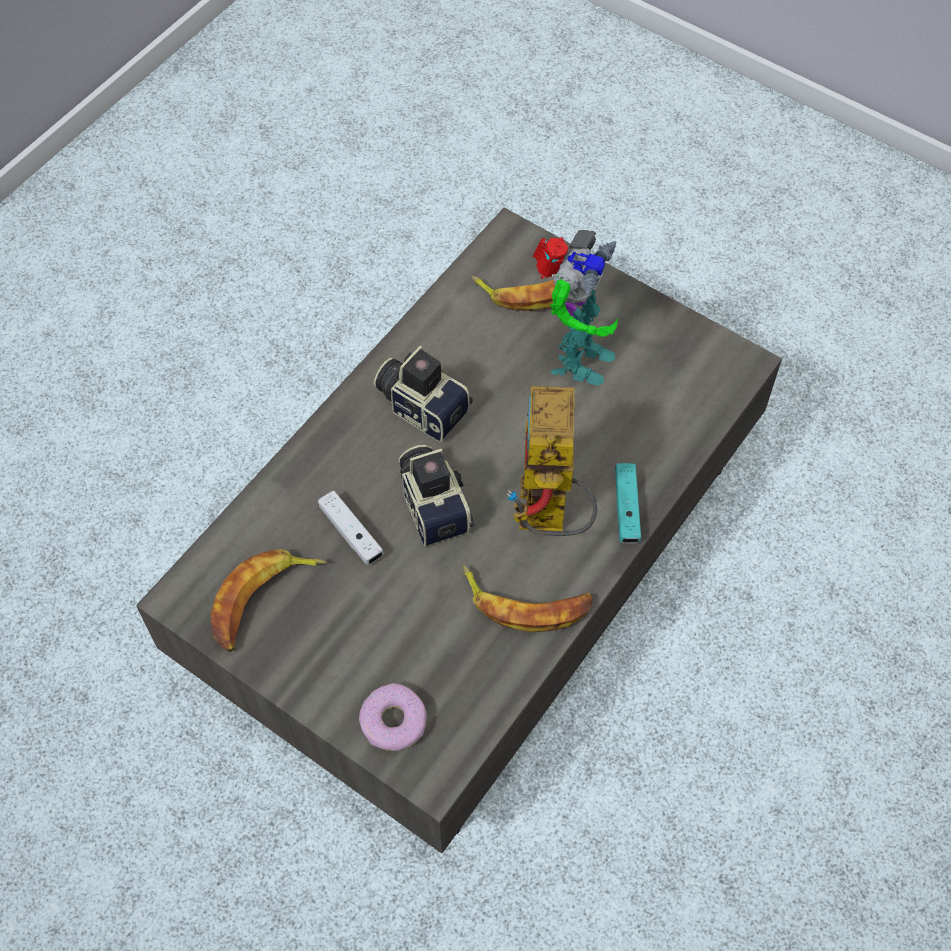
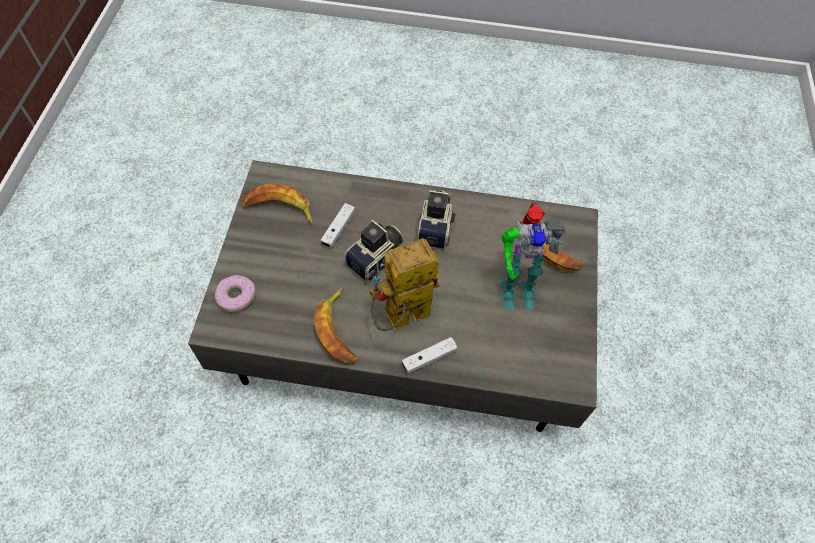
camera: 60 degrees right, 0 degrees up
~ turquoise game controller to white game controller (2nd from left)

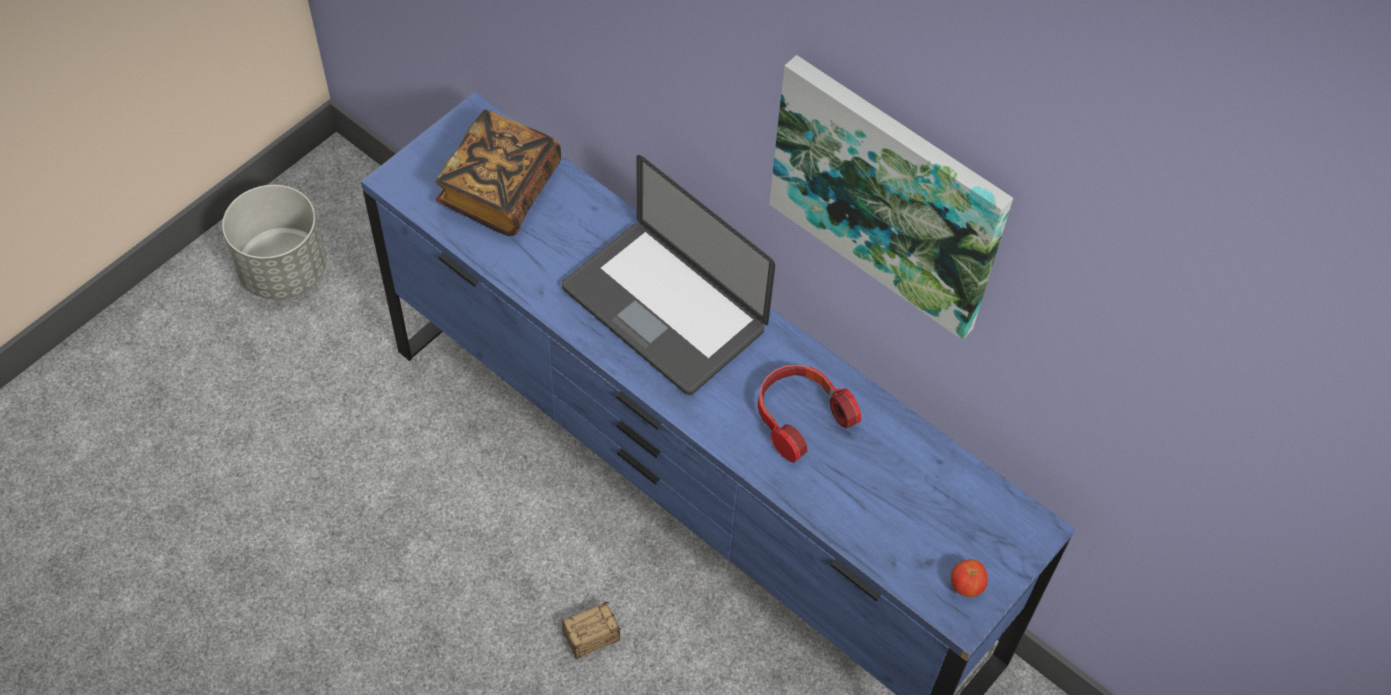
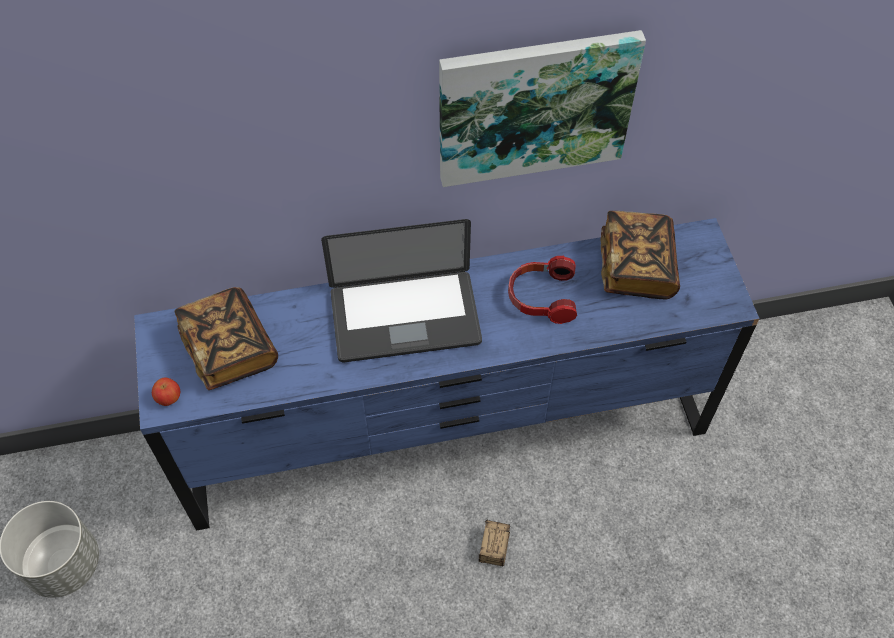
camera: 50 degrees left, 0 degrees up
~ apple
+ book (2nd from left)

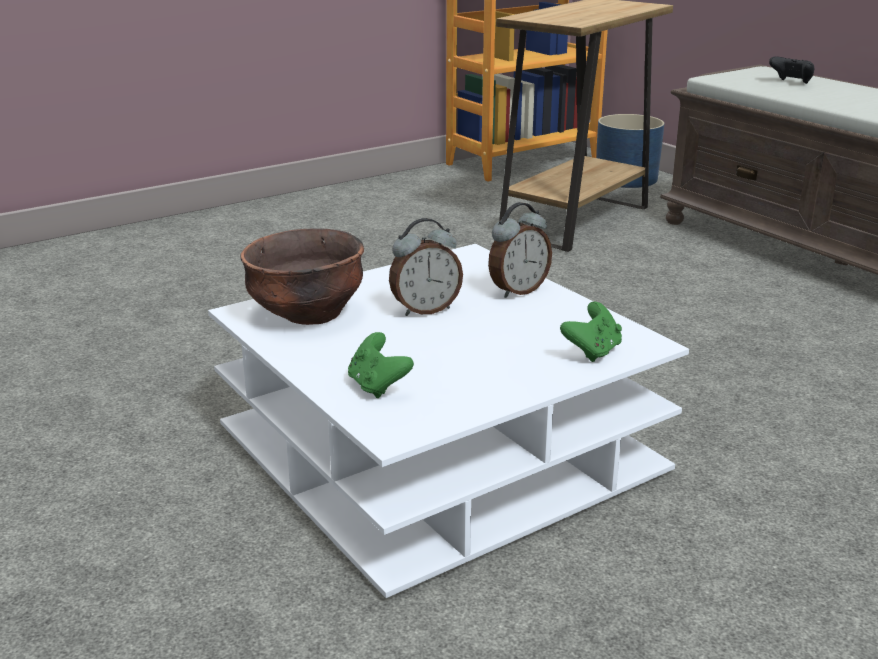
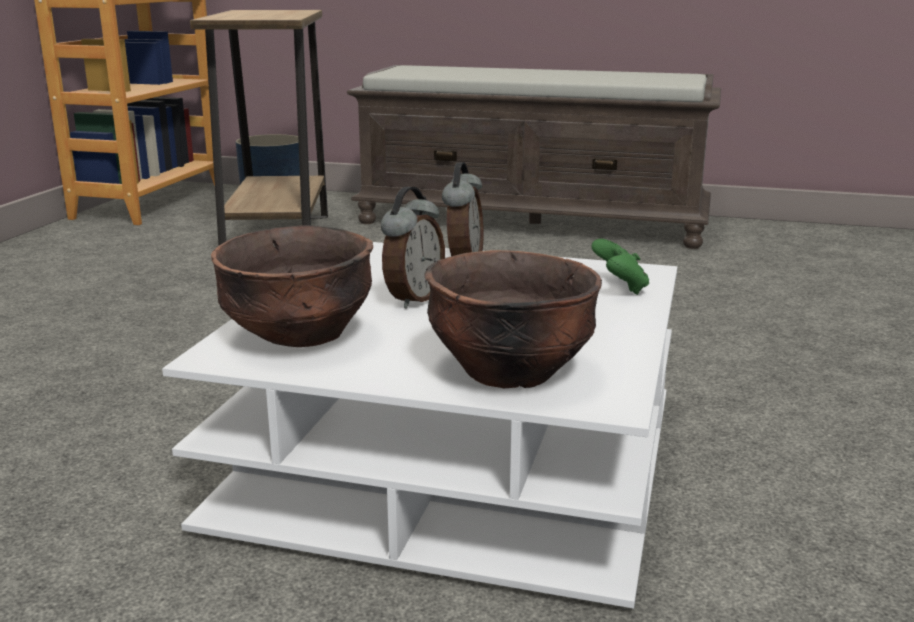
camera: 40 degrees left, 5 degrees down
~ green game controller (1st from left) to brown bowl (2nd from left)
- black game controller

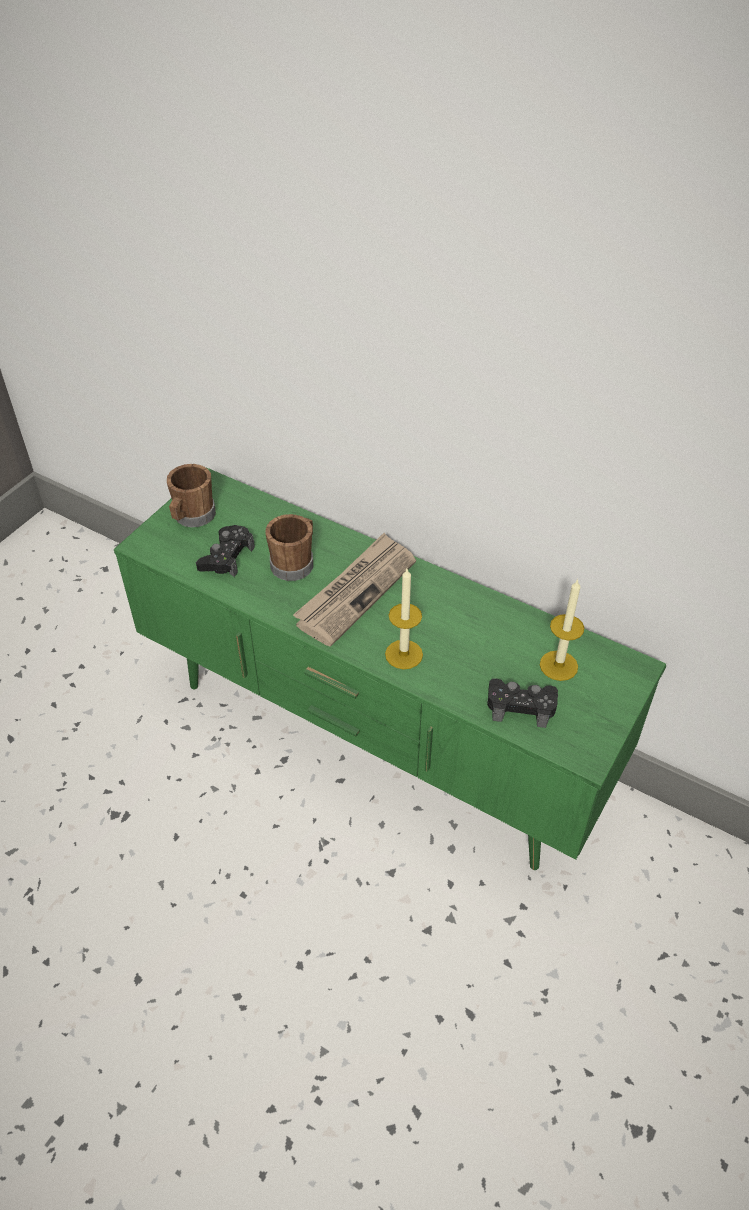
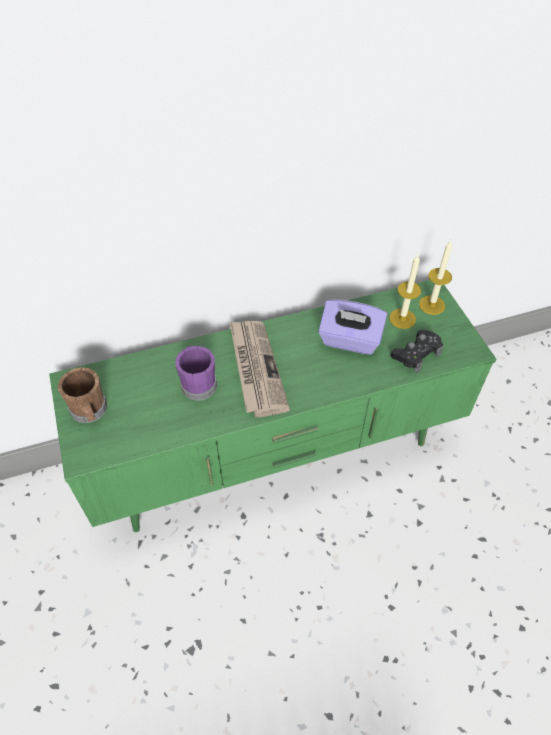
camera: 50 degrees left, 5 degrees up
- black game controller (1st from left)
~ brown mug (2nd from left) to purple mug
~ candle (1st from left in the first image) to candle (2nd from left)
+ purple tissue box

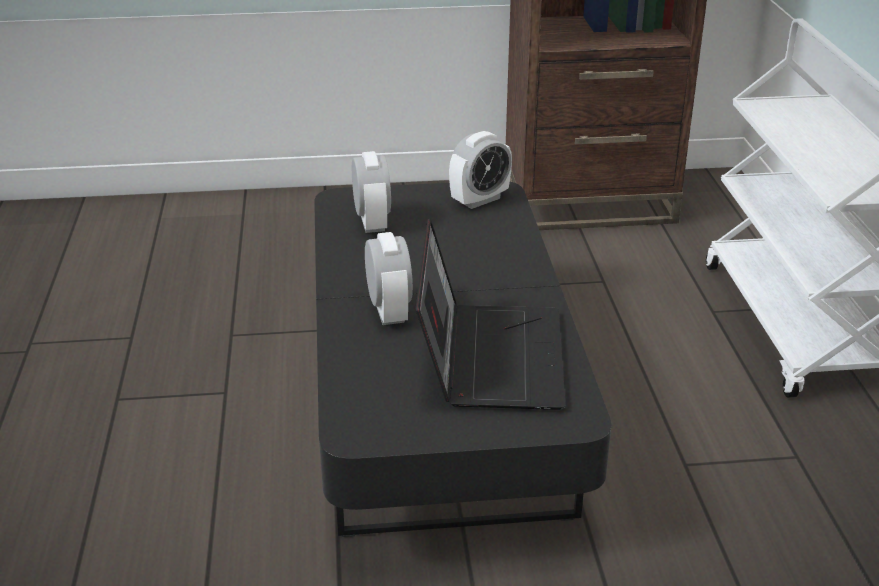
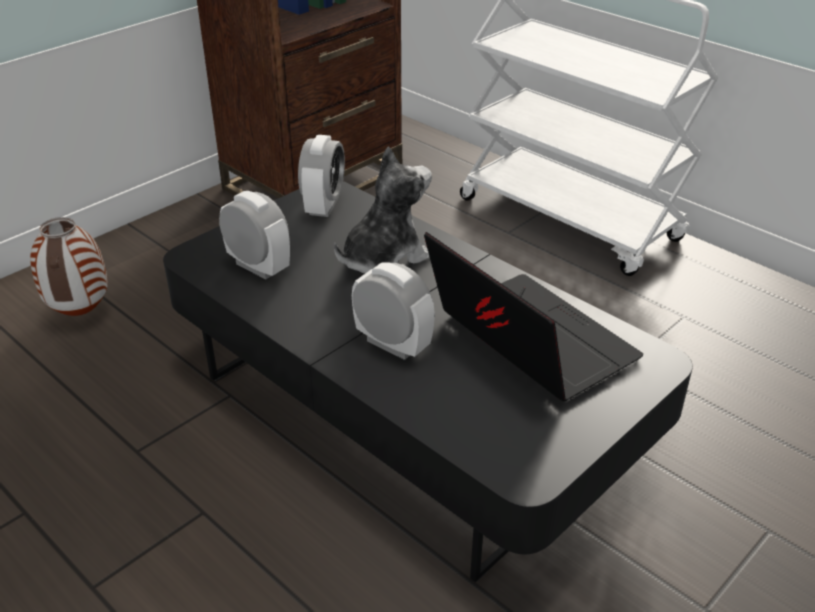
camera: 40 degrees left, 5 degrees up
+ vase
+ plush toy

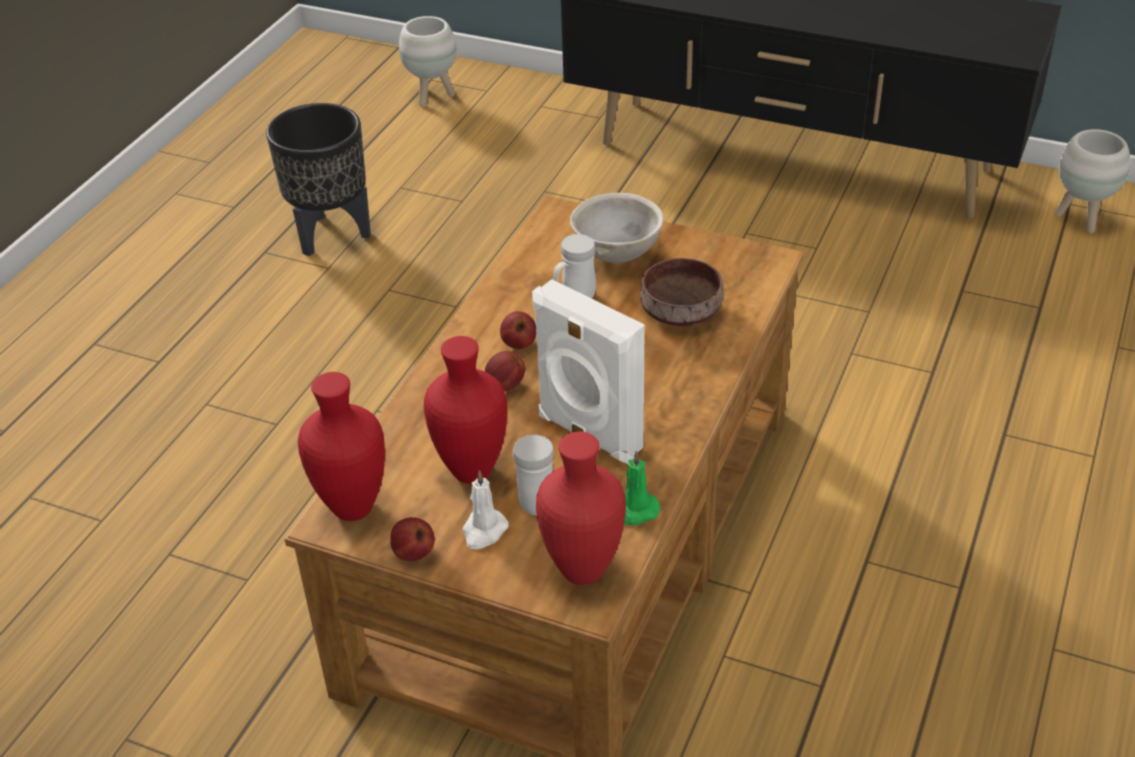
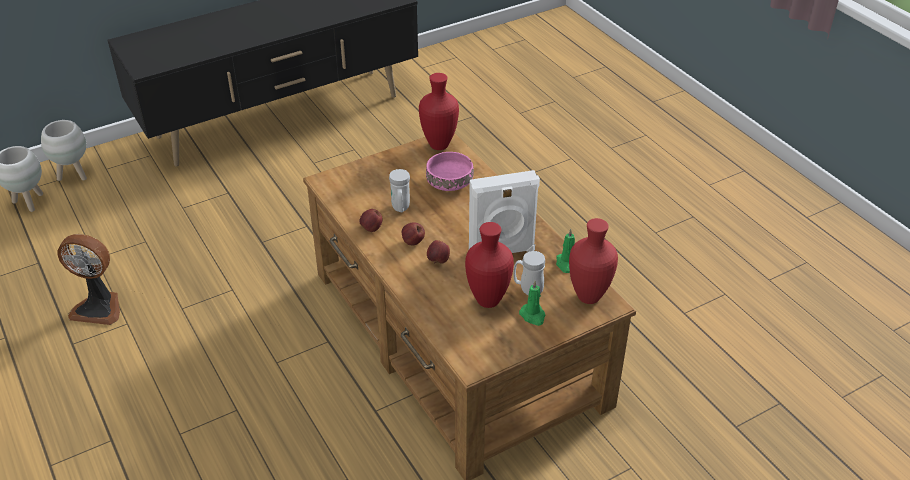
camera: 55 degrees left, 0 degrees up
~ black planter to fan
~ red vase (1st from left)
~ apple (1st from left)
~ white candle to green candle (1st from left)
- grey bowl
~ brown bowl to pink bowl
~ white planter (2nd from left)

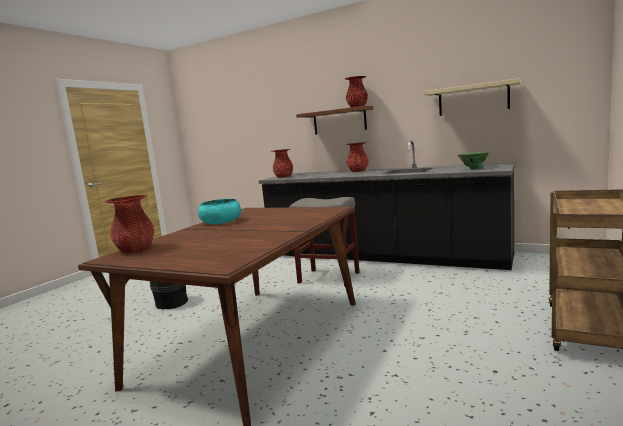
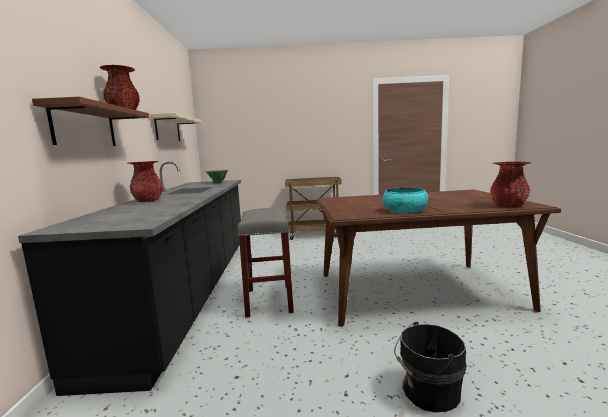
camera: 120 degrees left, 0 degrees up
- red vase (2nd from left)

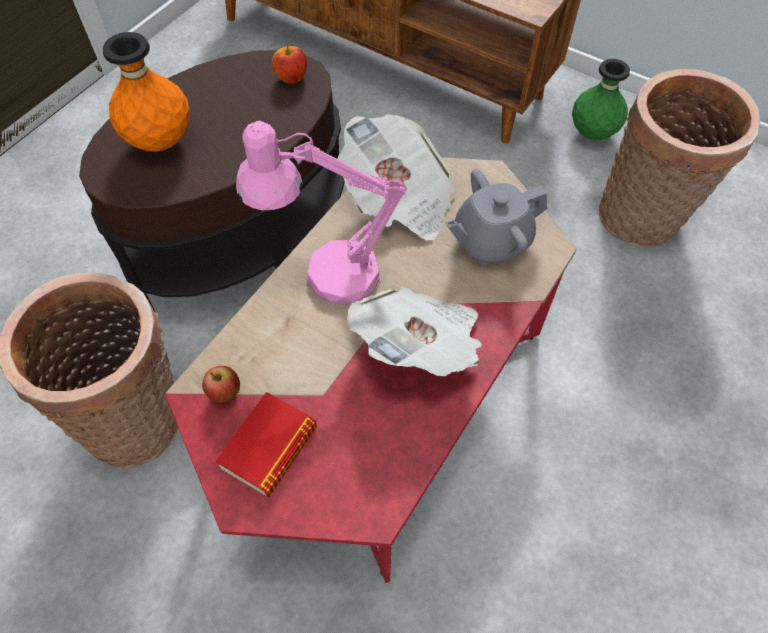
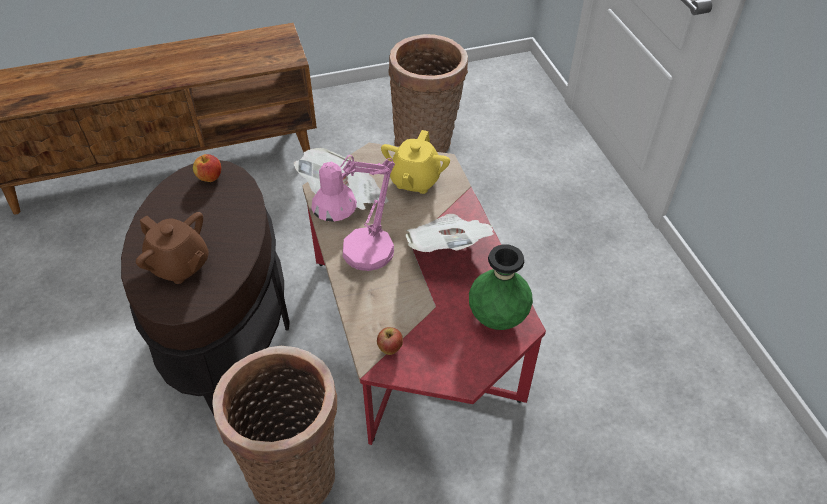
camera: 50 degrees left, 10 degrees down
~ orange vase to brown teapot
- book
~ grey teapot to yellow teapot
~ green vase

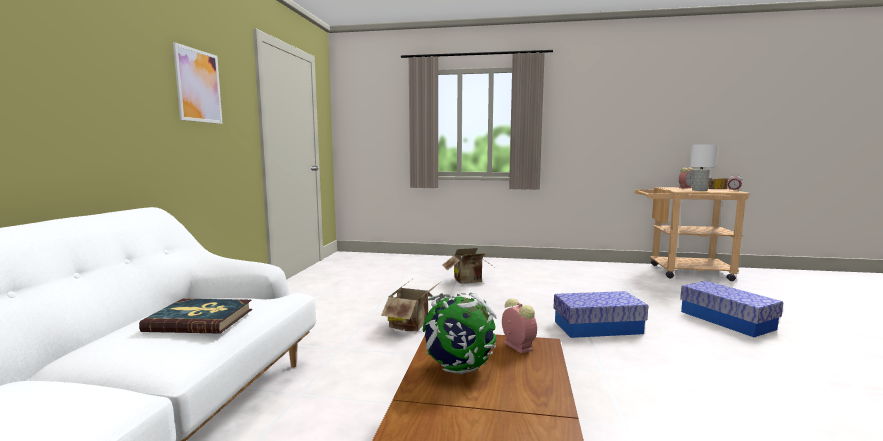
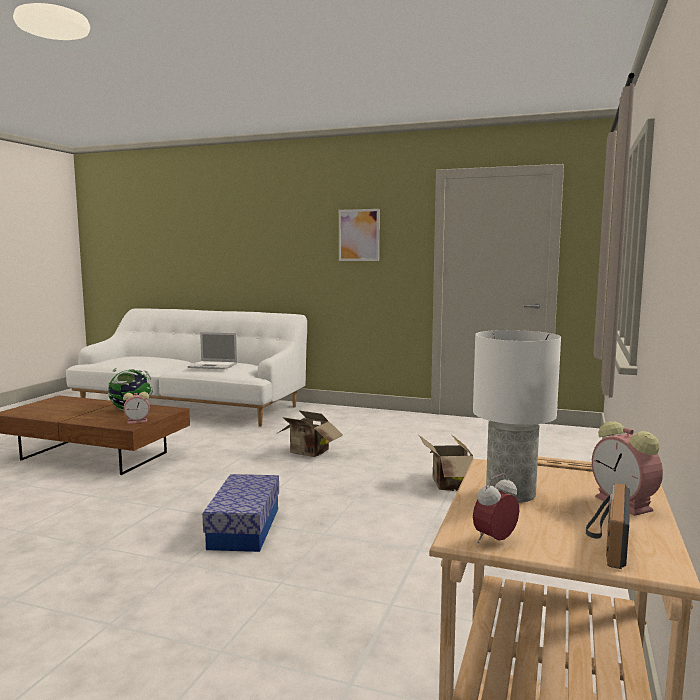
camera: 100 degrees right, 0 degrees up
~ book to laptop
- storage box (2nd from left)

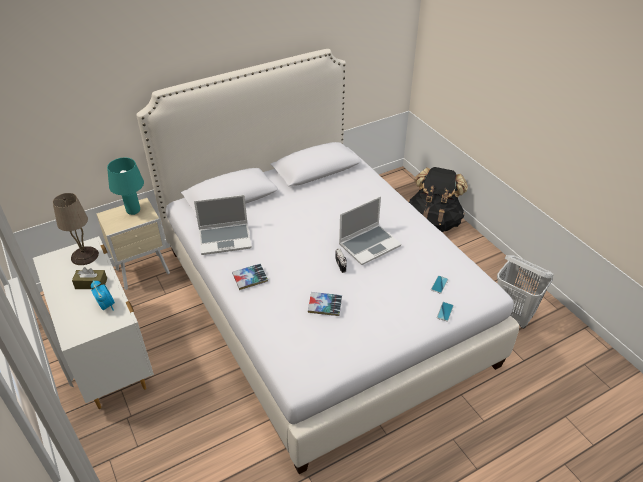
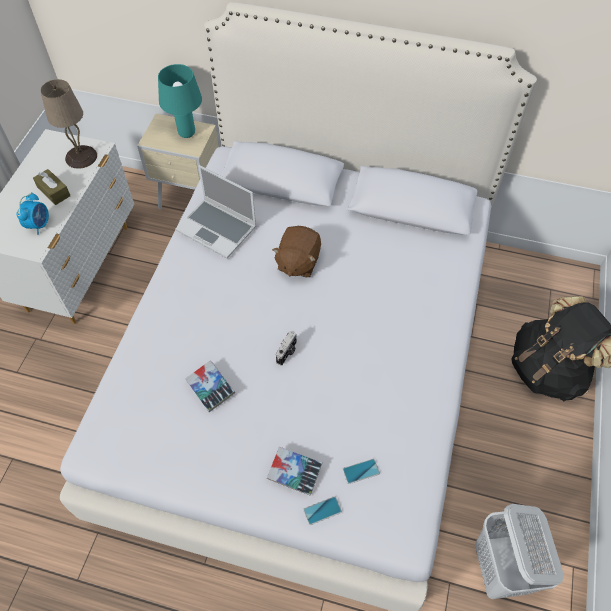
camera: 45 degrees right, 15 degrees up
~ book (1st from left in the first image) to book (2nd from left)
- laptop (2nd from left)
+ brown plush toy

